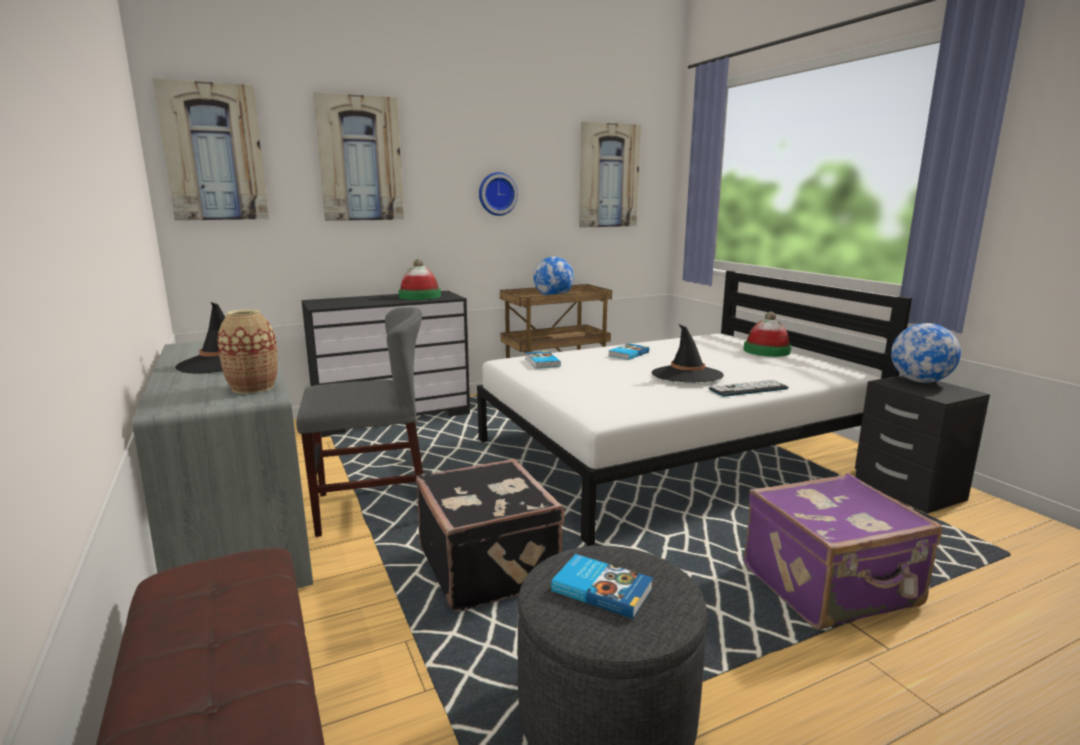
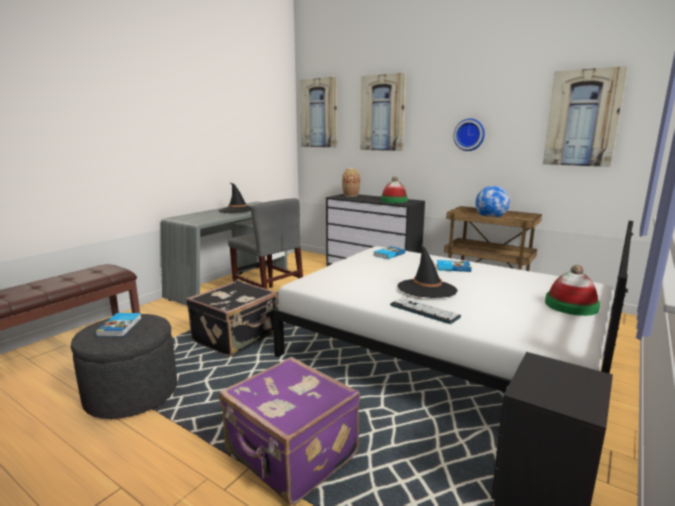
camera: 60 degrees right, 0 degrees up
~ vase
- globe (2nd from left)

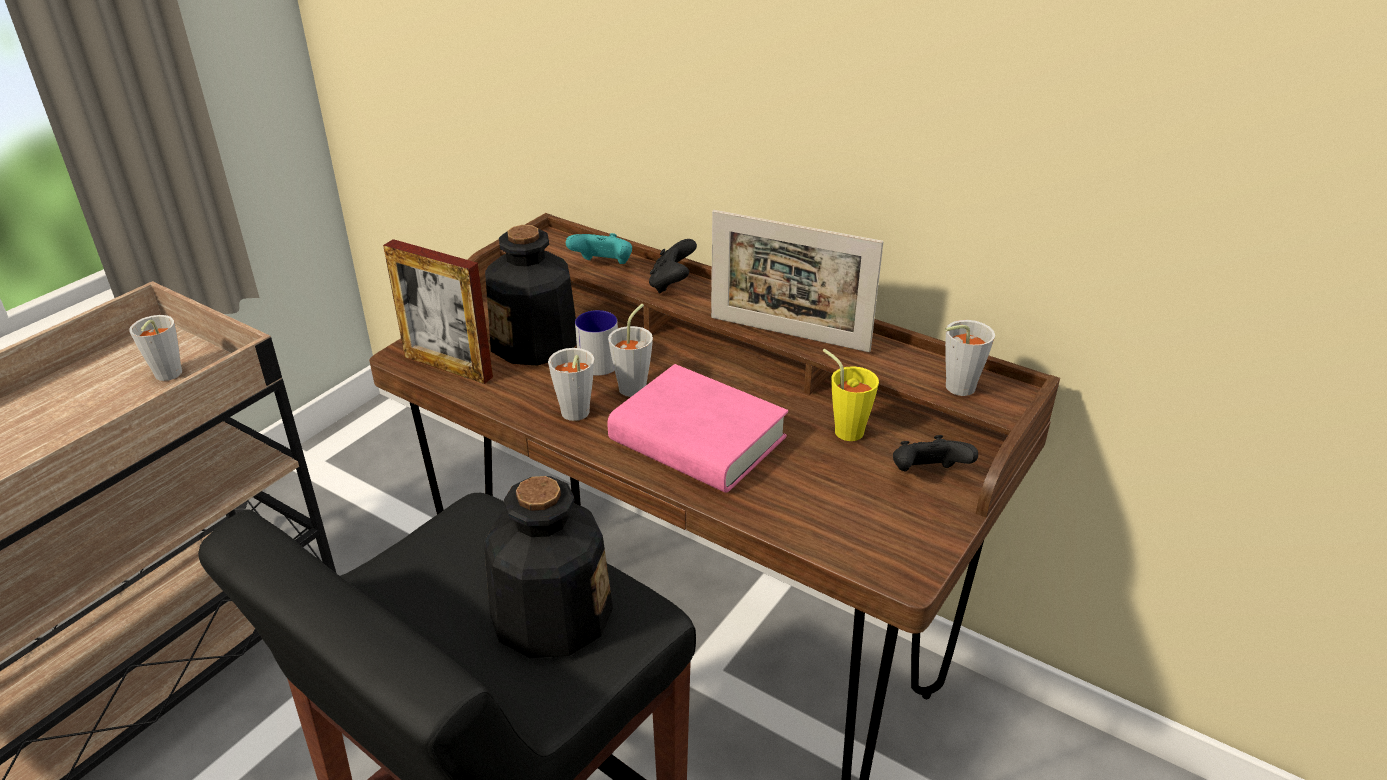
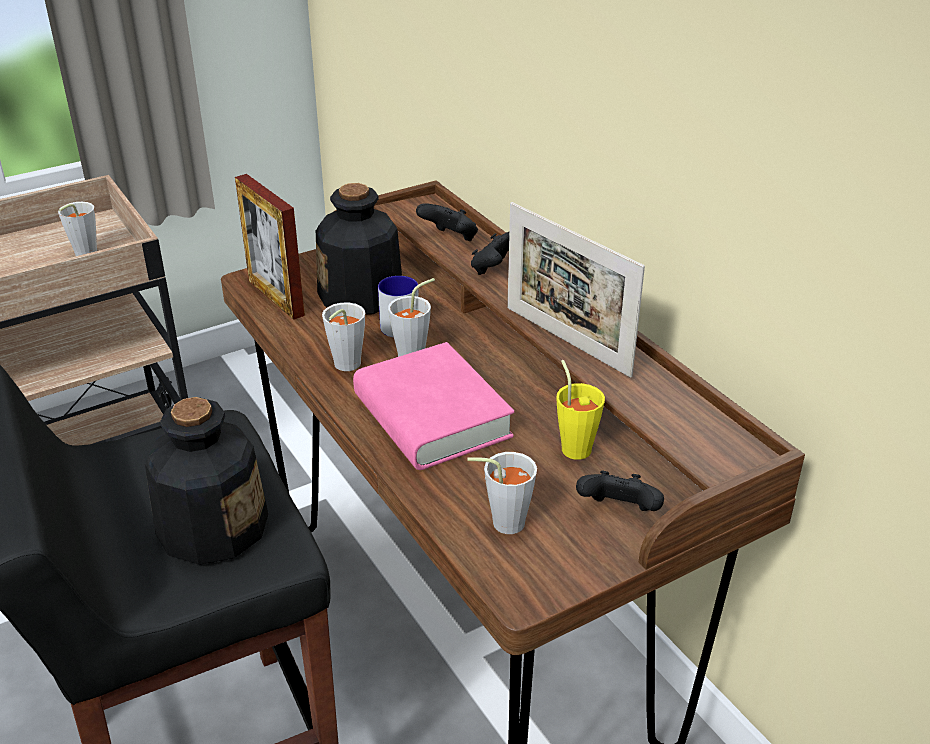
camera: 25 degrees right, 0 degrees up
~ turquoise game controller to black game controller (1st from left)
~ grey cup (4th from left)

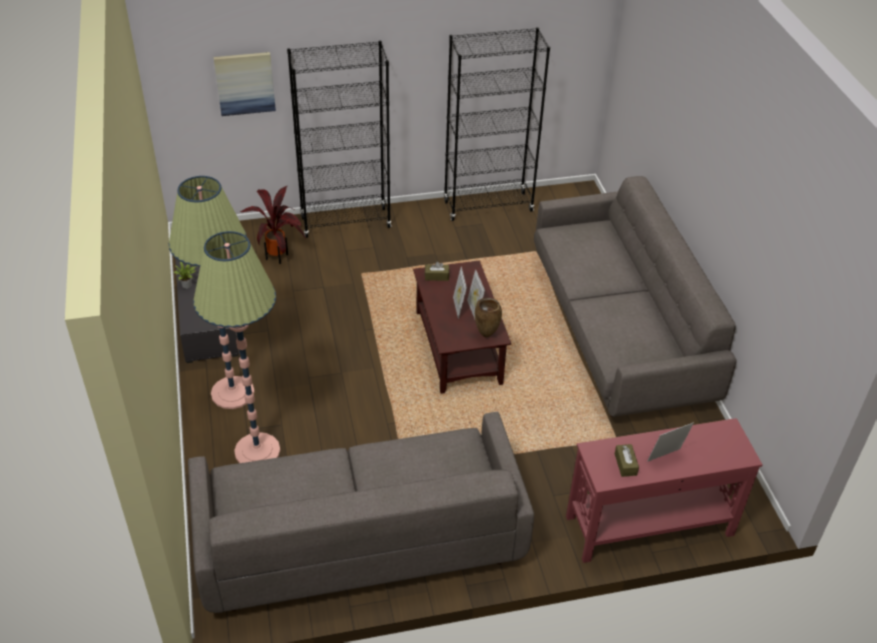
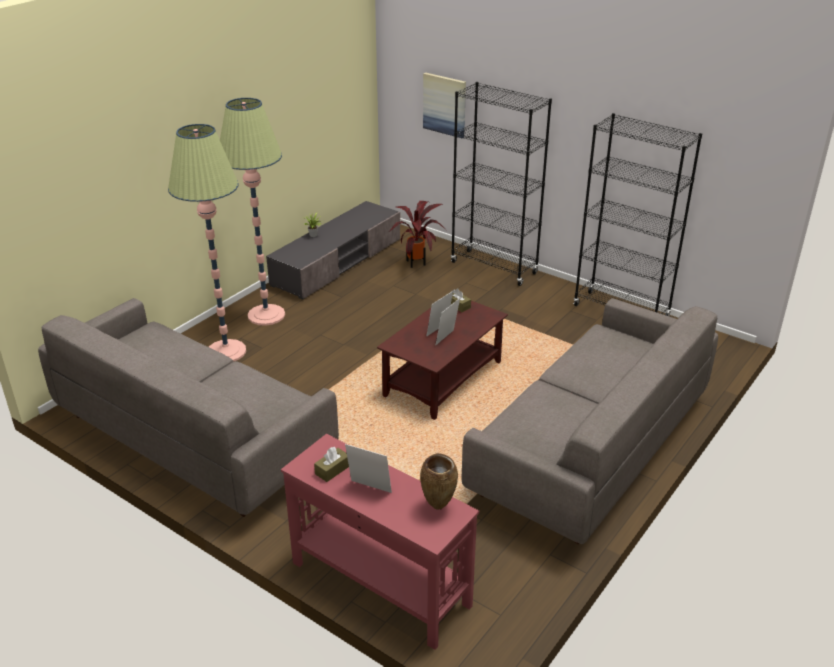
camera: 50 degrees right, 10 degrees down
~ brown vase

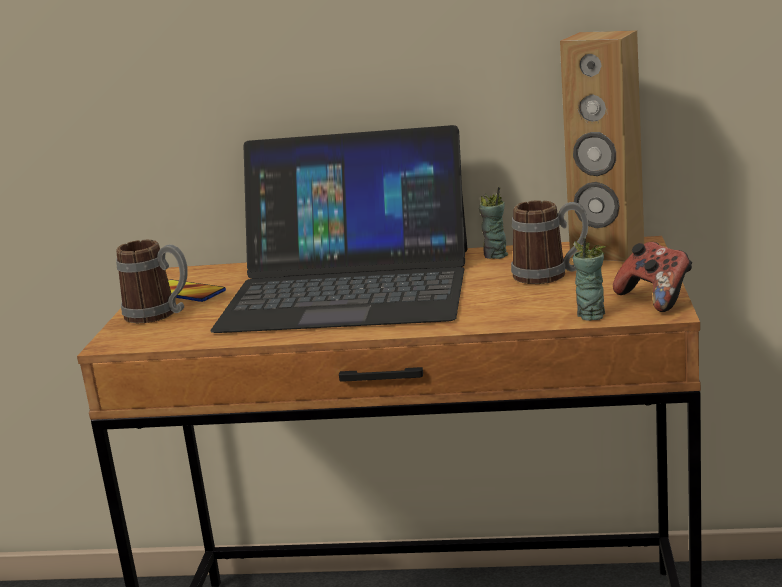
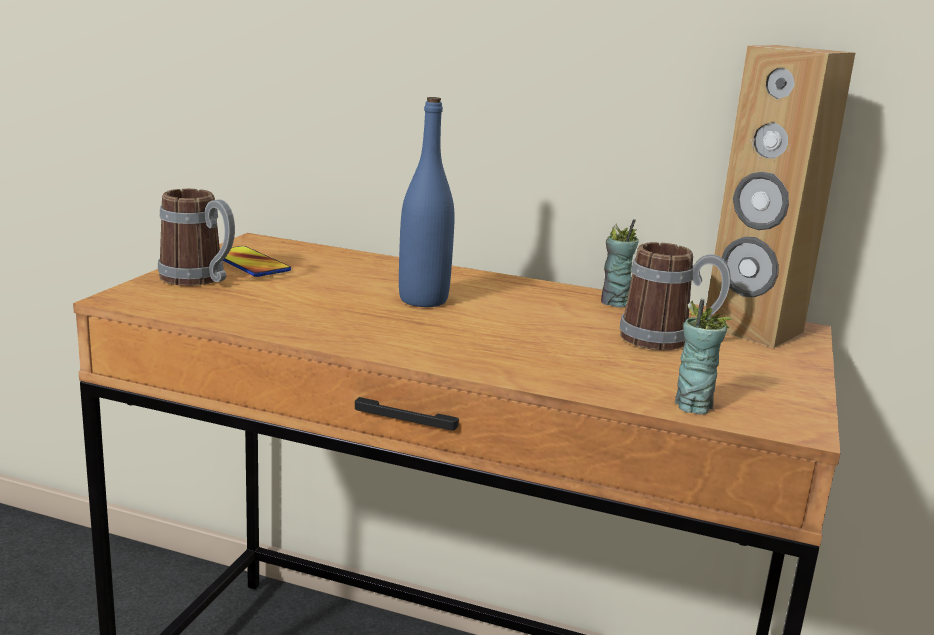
camera: 10 degrees right, 0 degrees up
~ laptop to blue bottle
- game controller

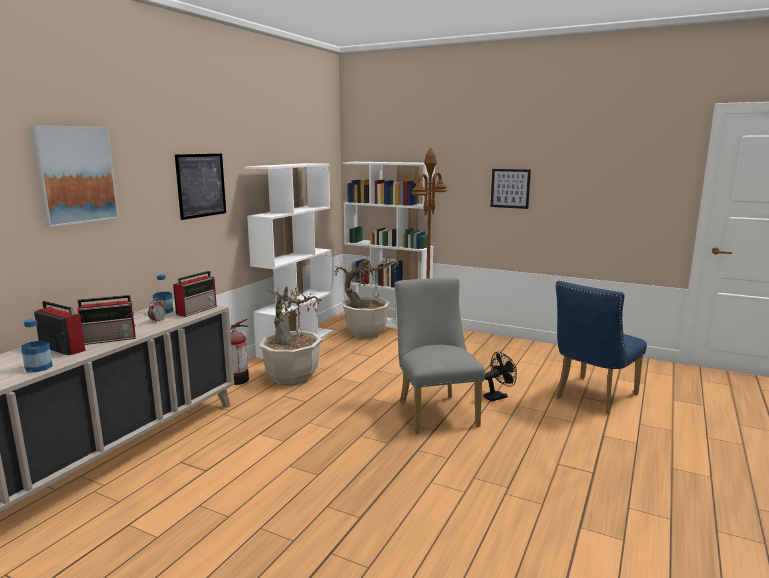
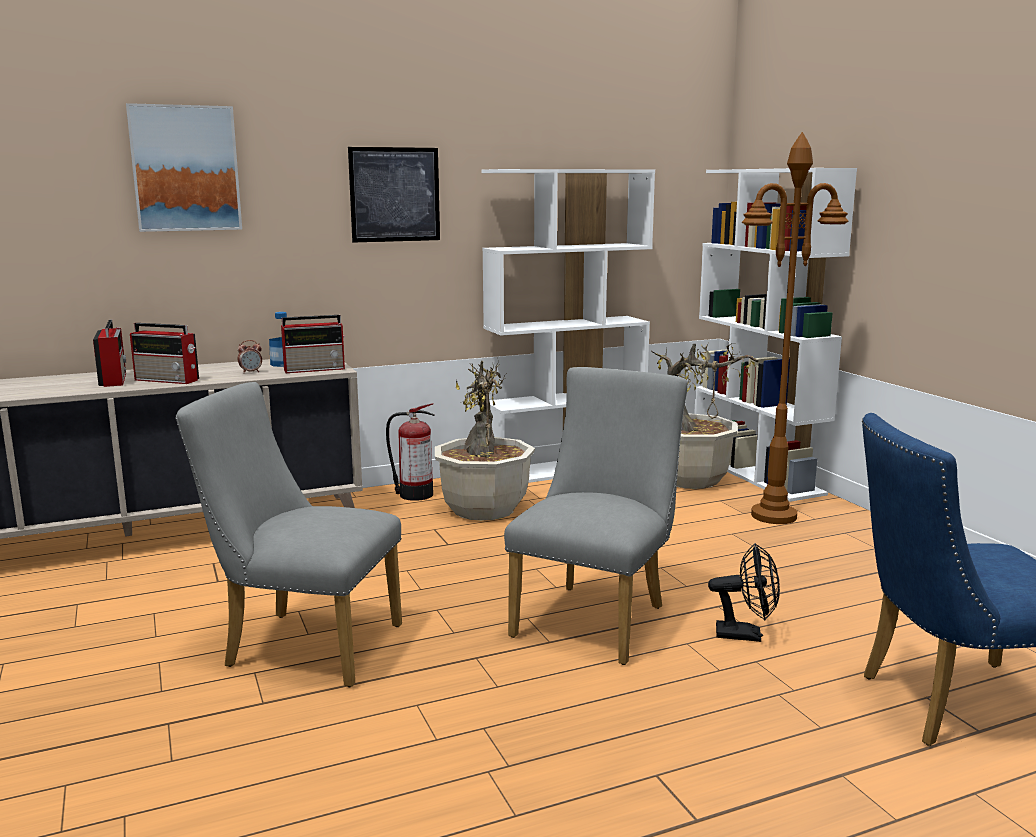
camera: 40 degrees right, 0 degrees up
- bottle (1st from left)
- picture (3rd from left)
+ grey chair (1st from left)

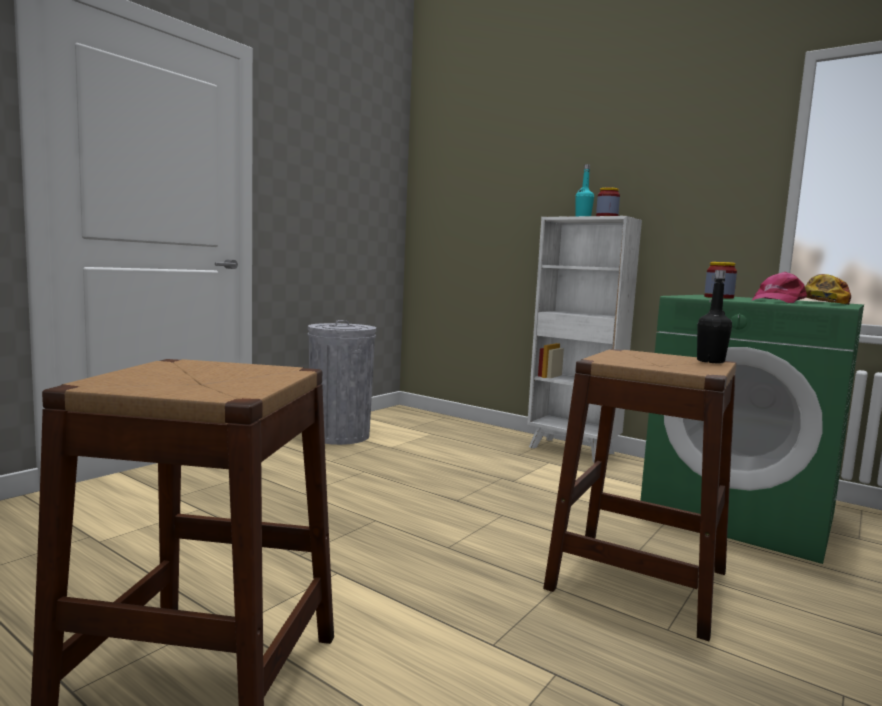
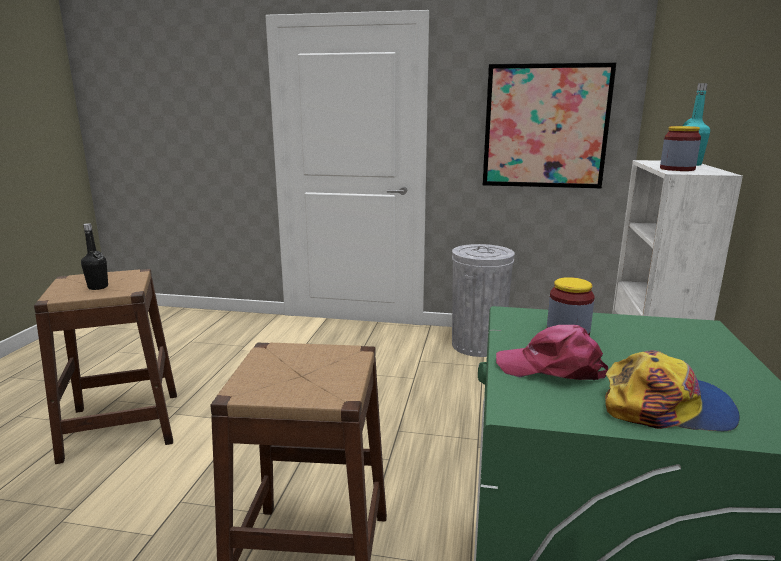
camera: 65 degrees right, 10 degrees up
~ black bottle
+ picture

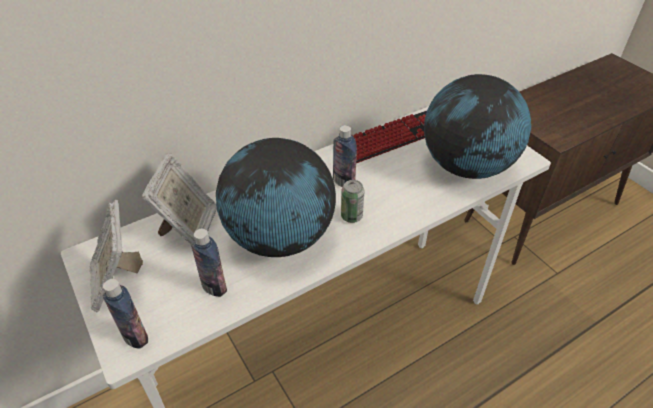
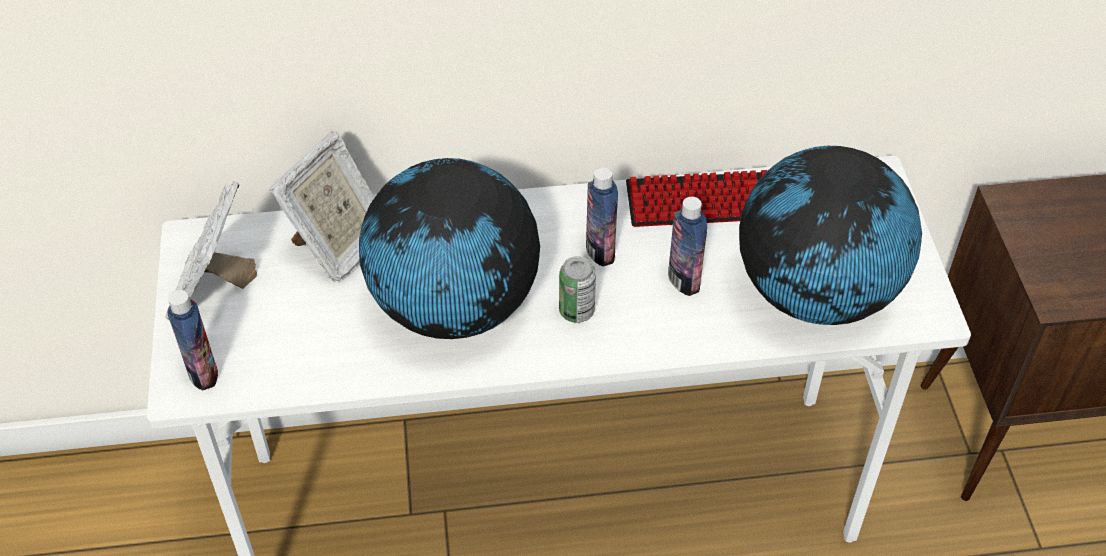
camera: 25 degrees right, 5 degrees up
~ bottle (2nd from left in the first image) to bottle (3rd from left)

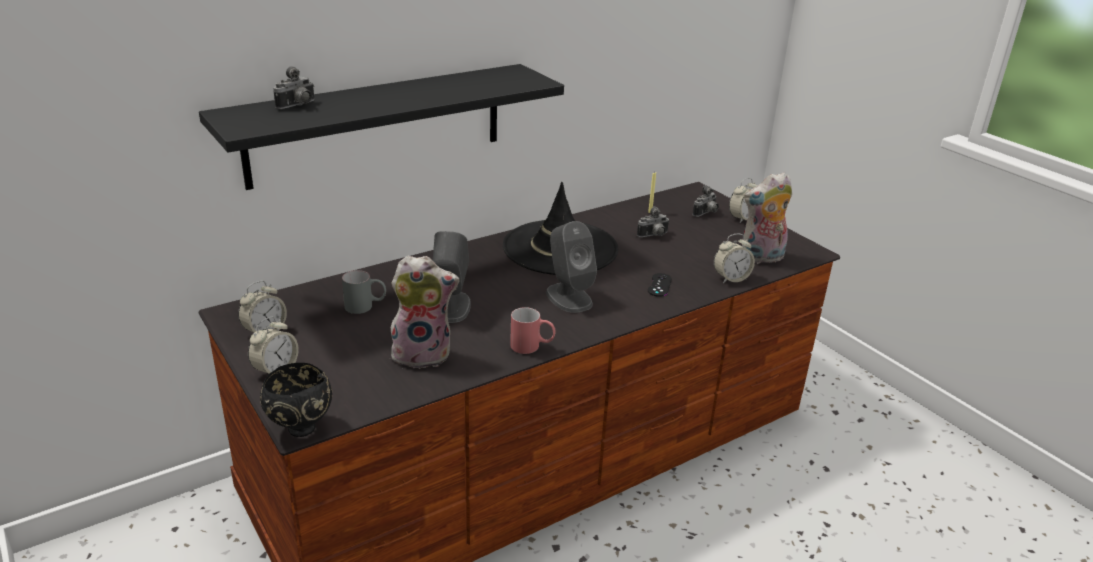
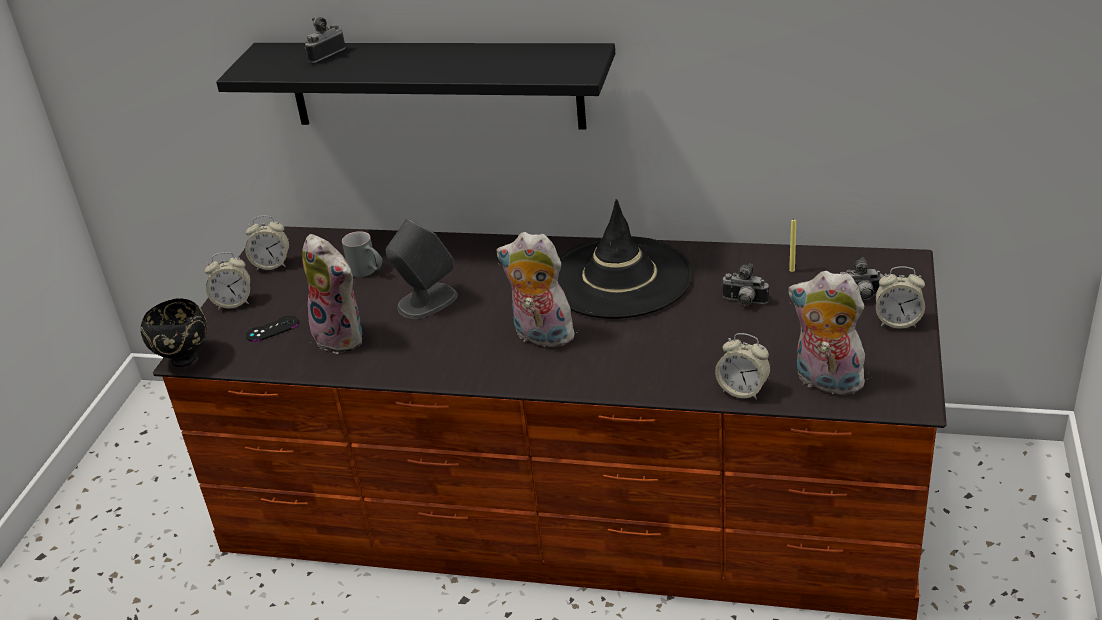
camera: 50 degrees right, 5 degrees up
~ photo camera (1st from left) 135 degrees clockwise
- red mug
~ grey speaker (2nd from left) to plush toy (2nd from left)
~ black game controller

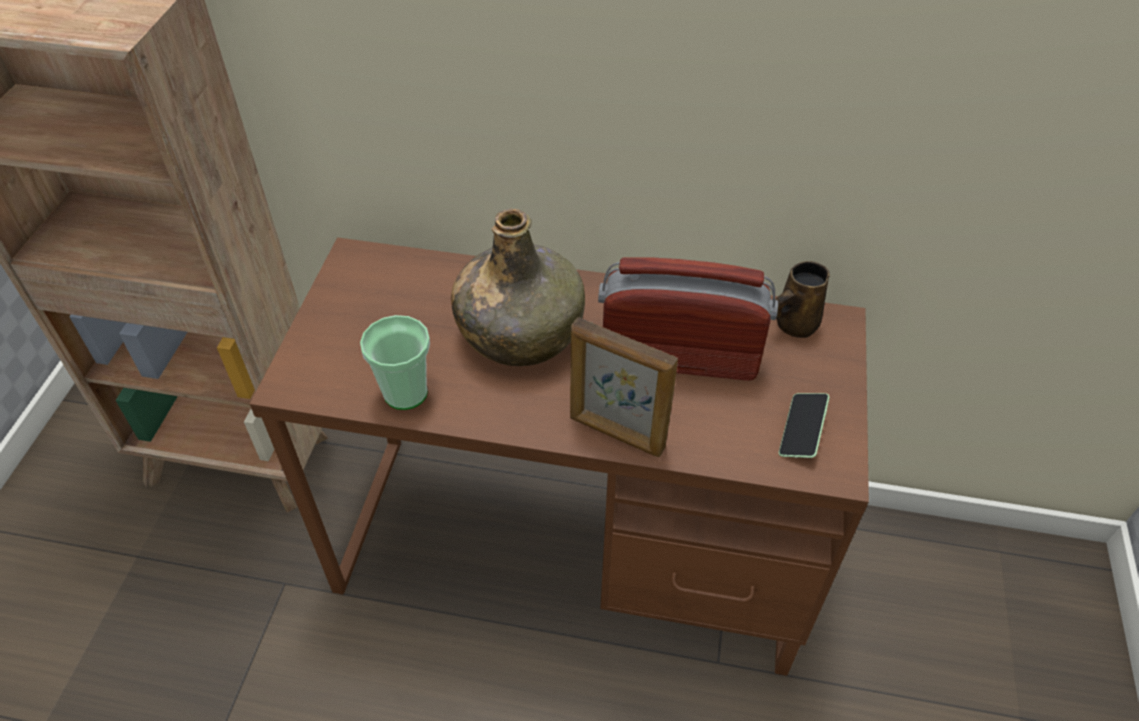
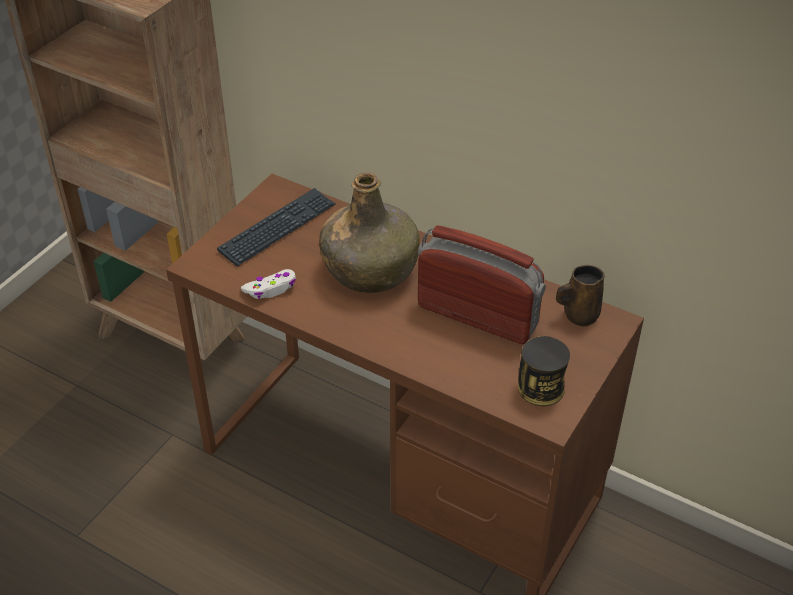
camera: 20 degrees right, 5 degrees down
~ cup to white game controller
- picture frame
~ phone to can
+ keyboard

